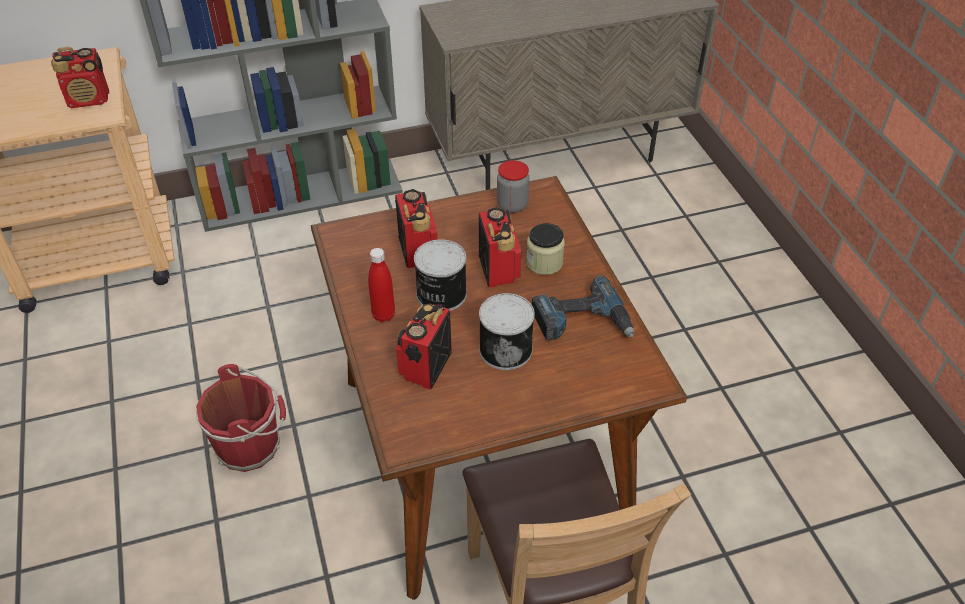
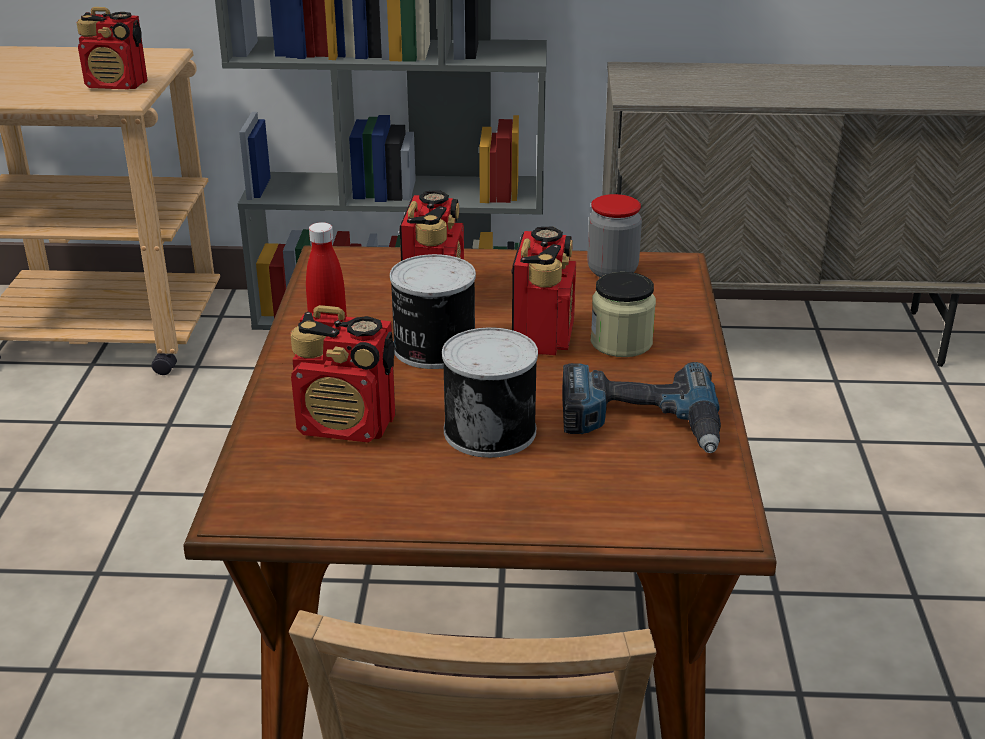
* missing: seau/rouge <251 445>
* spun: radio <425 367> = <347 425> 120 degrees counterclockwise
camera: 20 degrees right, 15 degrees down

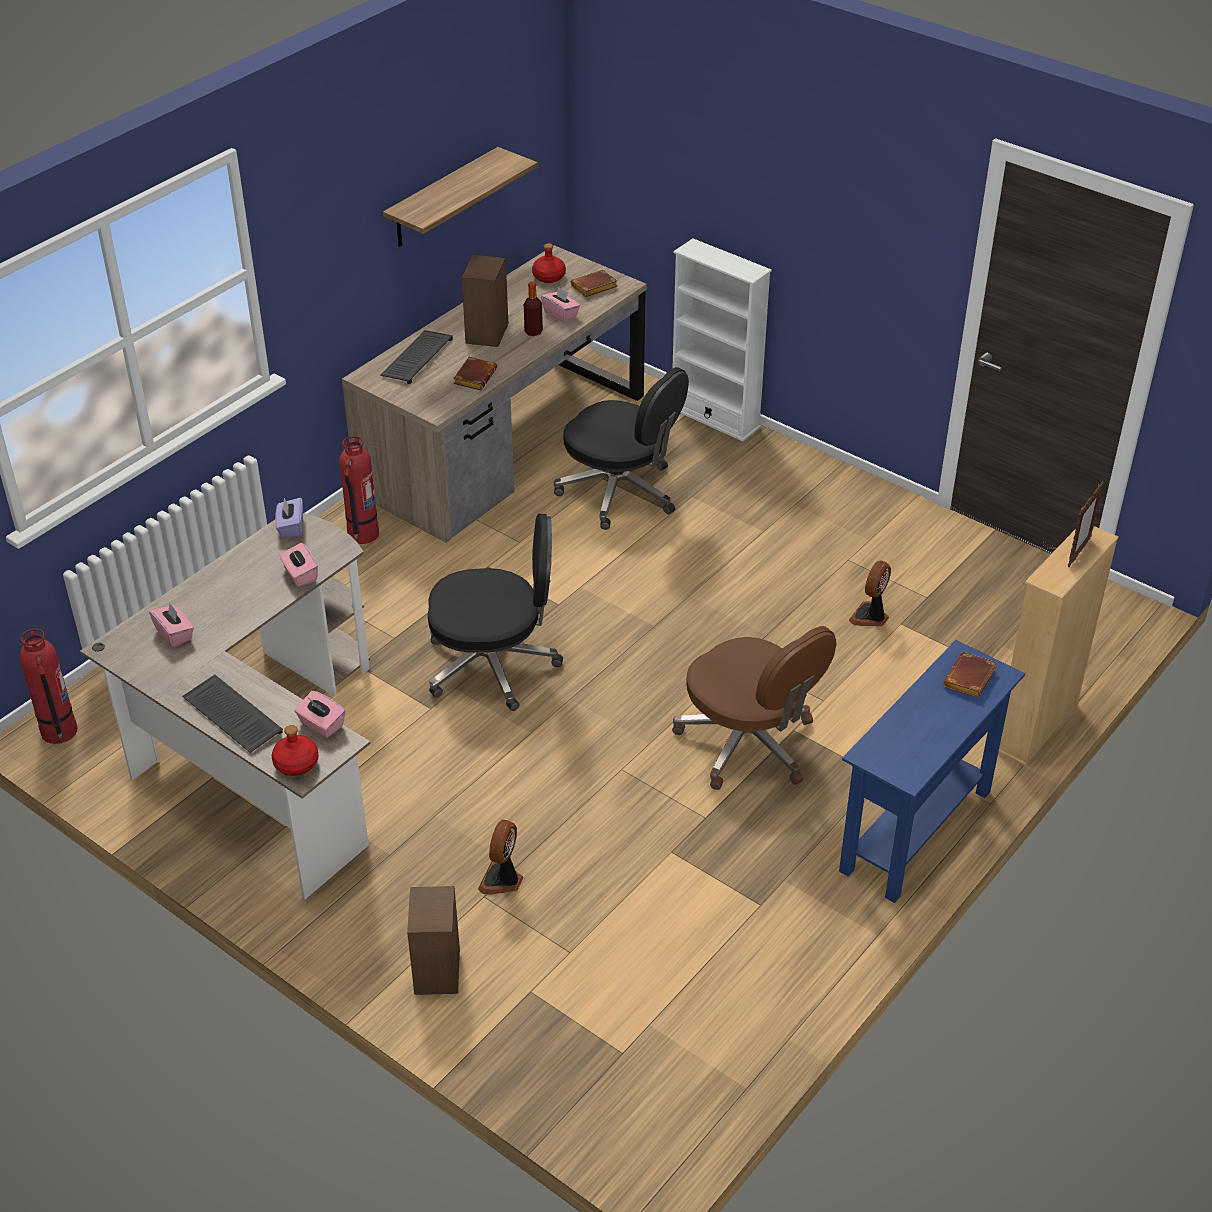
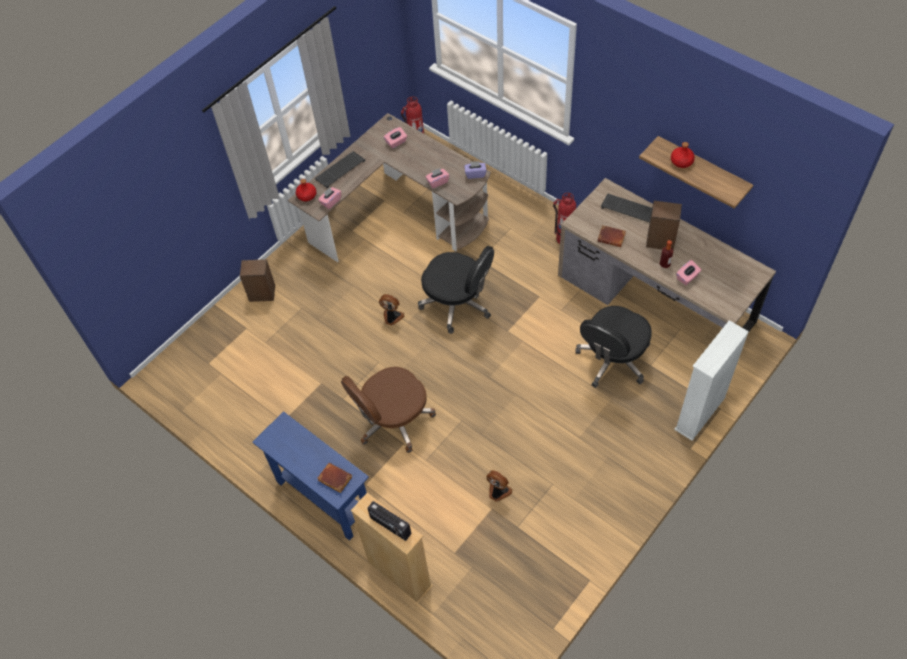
* missing: livre/marron <593 288>
* relocated: ventilateur <502 880> to <392 317>
* relocated: bouteille/rouge <548 277> to <681 161>
* exchanged: cadre photo <1078 553> to radio <390 526>
* spun: chaise de bureau/noir <494 665> = <457 303> 60 degrees counterclockwise
camera: 95 degrees right, 15 degrees up

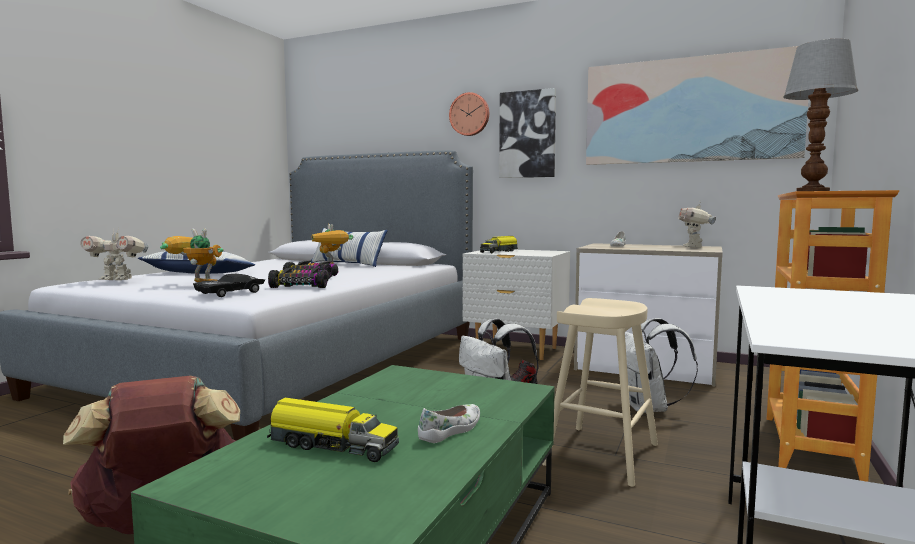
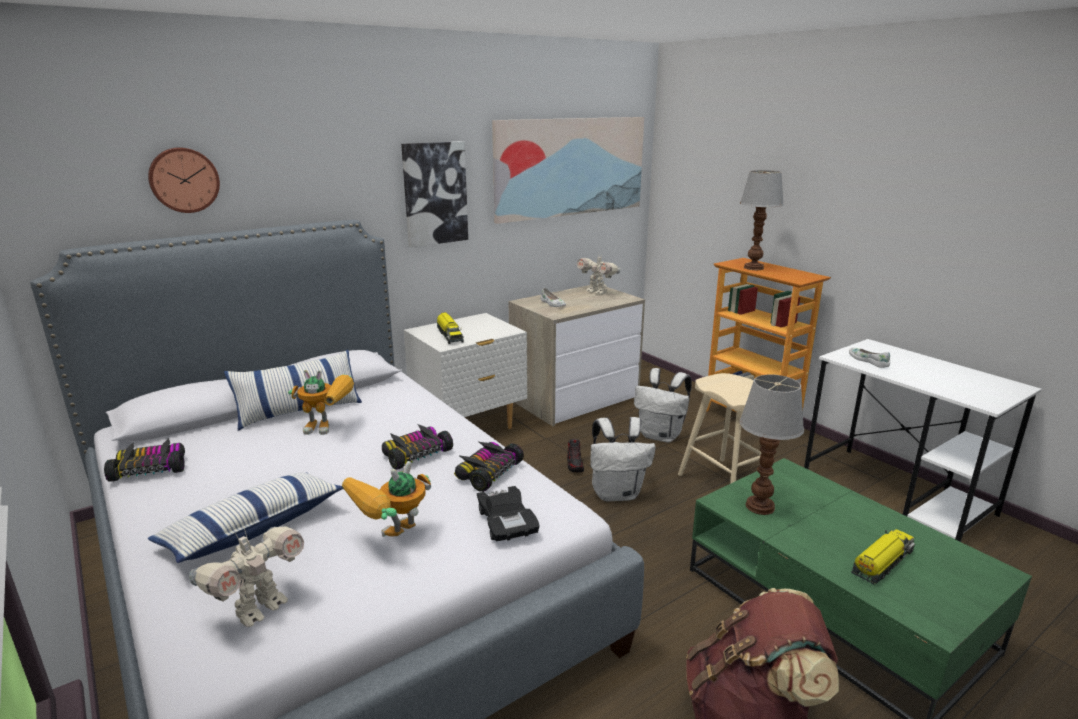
* appeared: petite voiture <150 469>
* appeared: lampe de table <759 506>
* relocated: chaussure/blanc <452 430> to <868 361>
* relocated: horloge murale <470 114> to <184 180>
camera: 60 degrees left, 15 degrees up

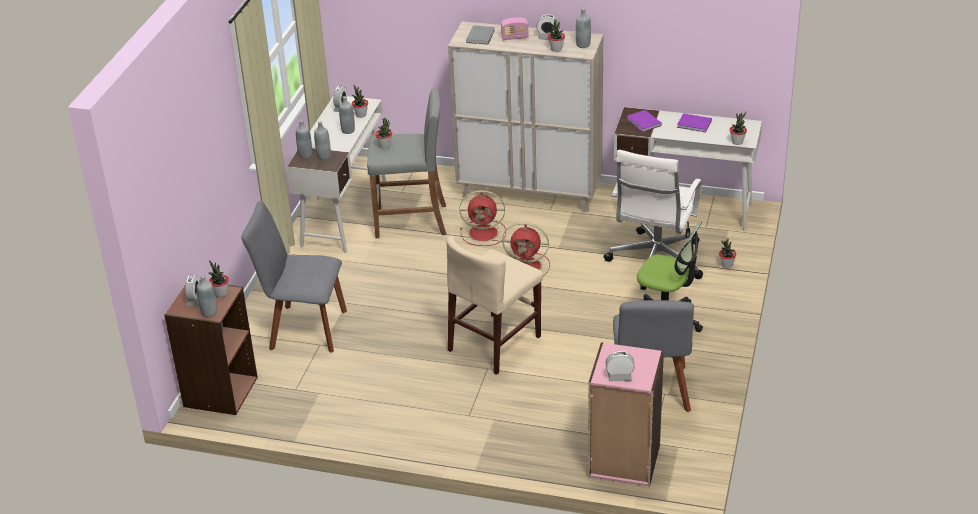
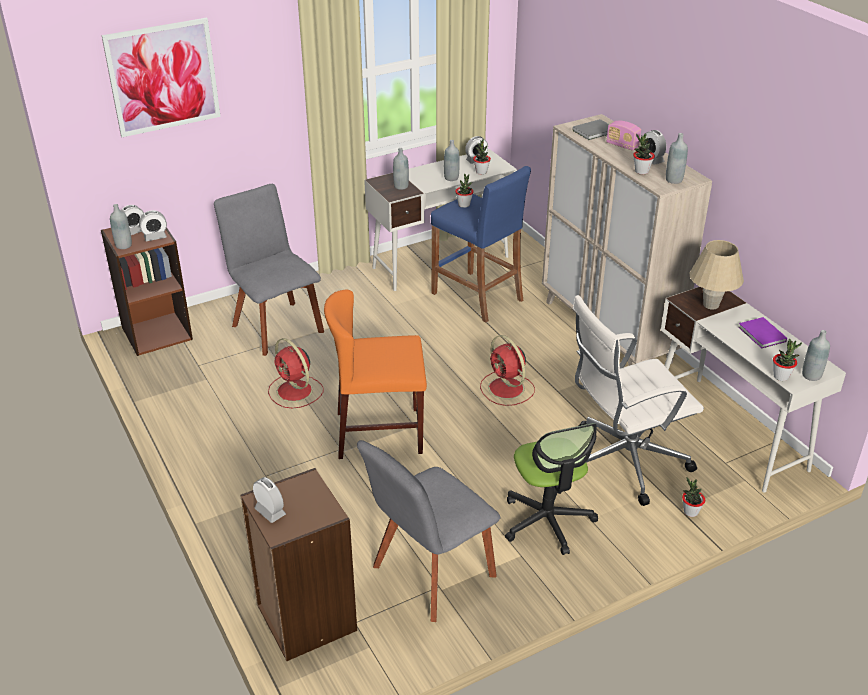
* appeared: tableau <163 77>
* relocated: bouteille/gris <305 155> to <811 375>
* relocated: ventilateur/rouge <484 233> to <295 391>
* exchanged: plante en pot <221 293> to réveil <155 237>
* exchanged: livre/violet <643 123> to lampe de table/beige <711 305>
* colour: tabouret/gris <411 221> to tabouret/bleu <477 297>
* colour: chaise/beige <494 343> to chaise/orange <379 433>
* colour: bibliothèque/rose <624 461> to bibliothèque/marron <305 618>
camera: 45 degrees right, 0 degrees up

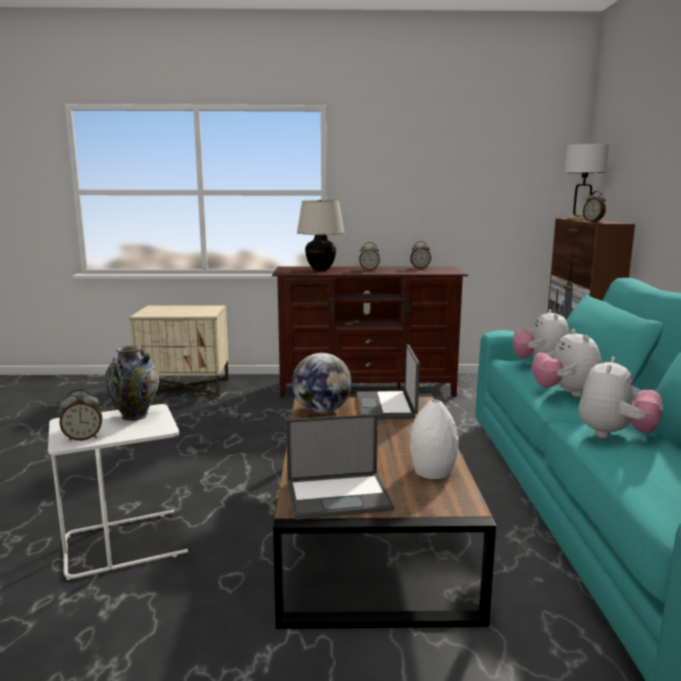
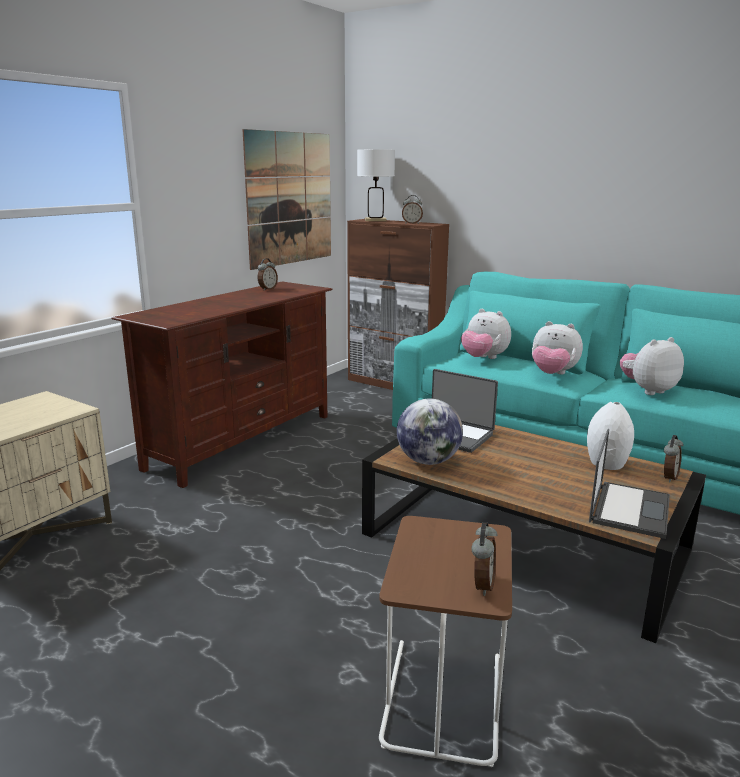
* missing: vase <135 416>
* missing: lampe de table/beige <320 269>
* appeared: tableau <290 199>
* relocated: réveil <369 269> to <668 477>
* colour: table d'appoint/blanc <126 543> to table d'appoint/marron <441 698>
* spun: peluche <614 435> = <648 390> 90 degrees counterclockwise
camera: 55 degrees left, 5 degrees up

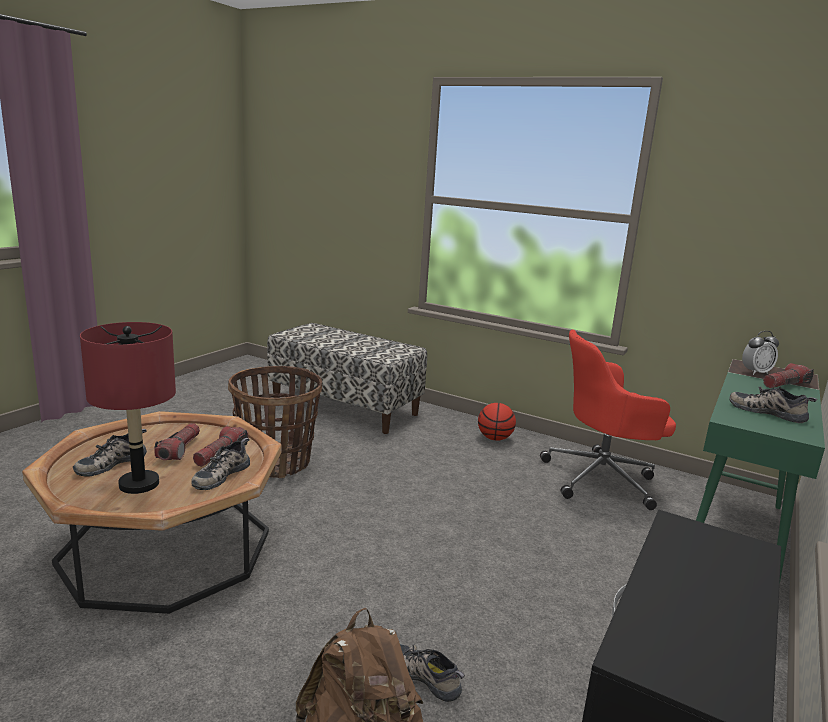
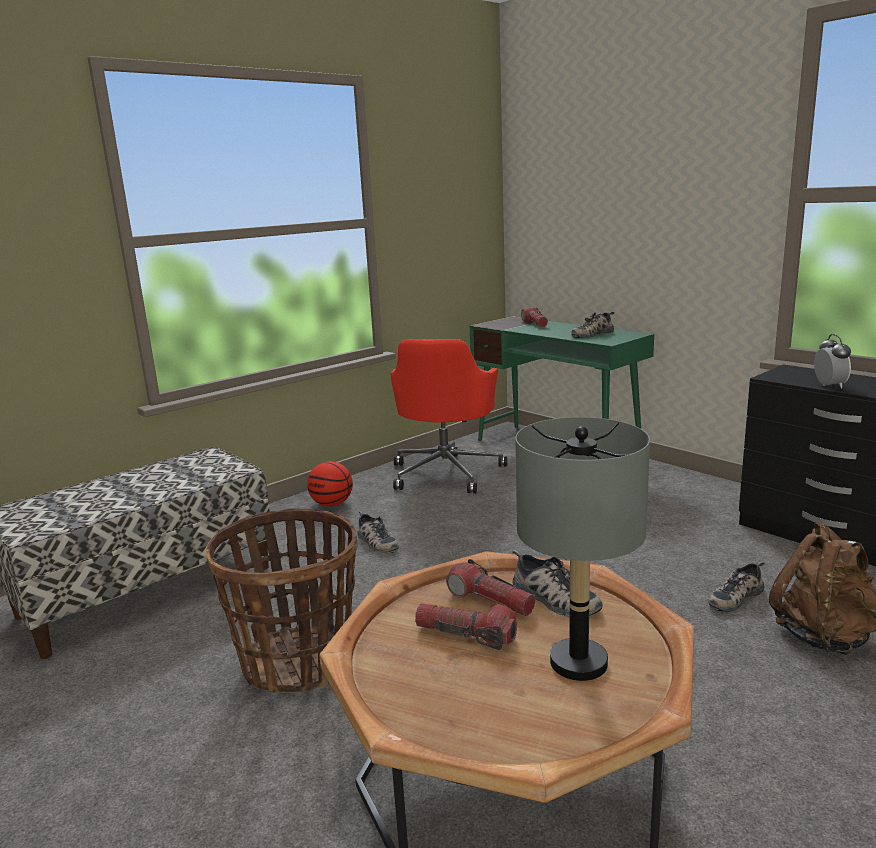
* relocated: chaussure <111 462> to <375 542>
* relocated: réveil <756 372> to <829 386>
* colour: lampe de table/rouge <139 484> to lampe de table/gris <579 662>
camera: 70 degrees left, 0 degrees up

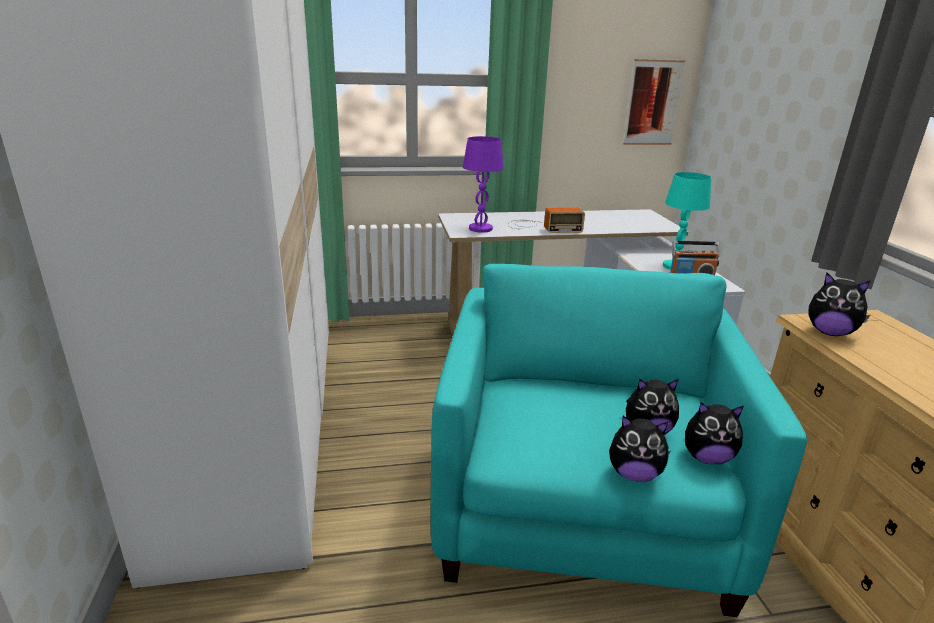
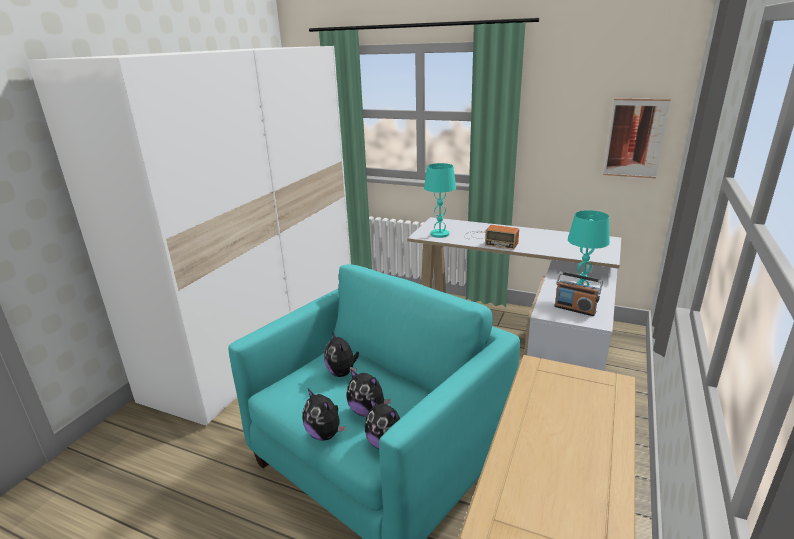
* relocated: peluche <830 332> to <342 373>
* colour: lampe de table/violet <480 228> to lampe de table/turquoise <440 234>
camera: 35 degrees right, 0 degrees up

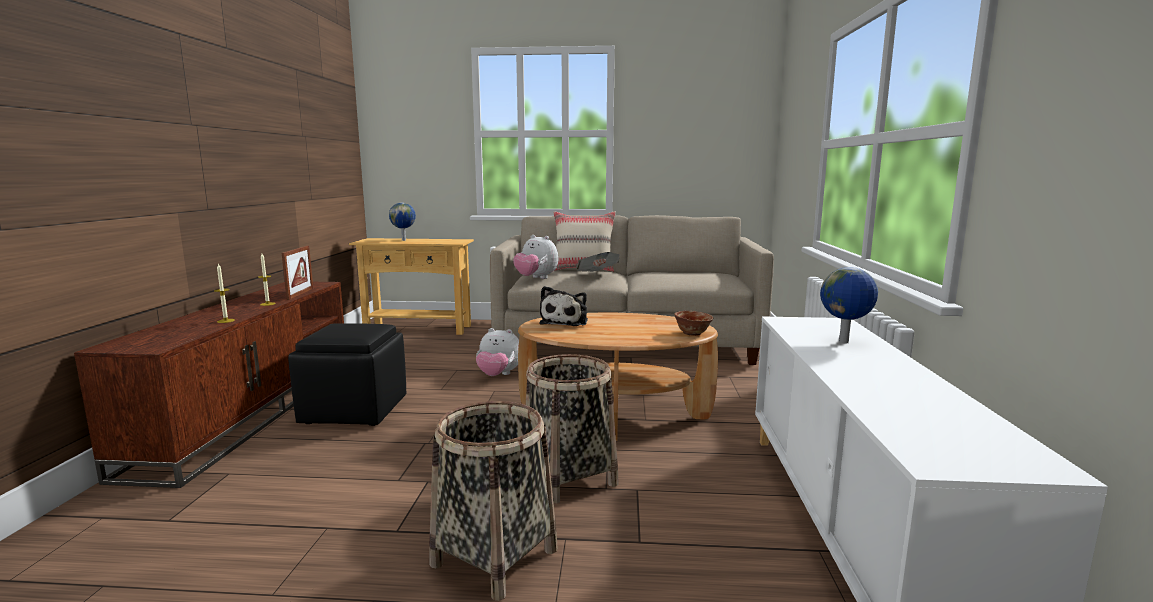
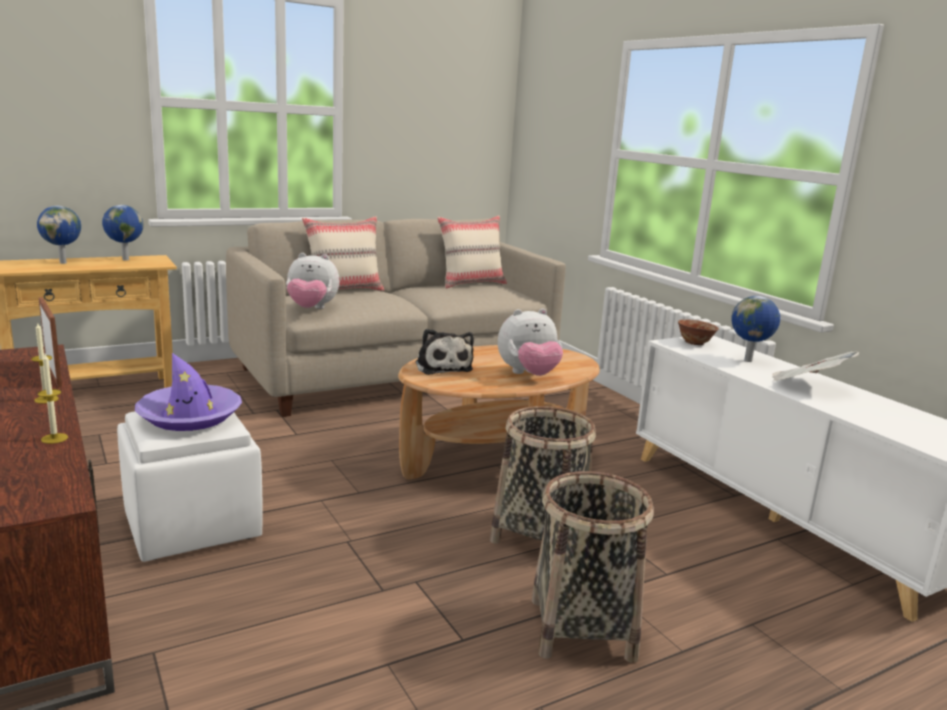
* appeared: globe <124 259>
* appeared: chapeau/violet <190 416>
* appeared: coussin/beige <471 283>
* relocated: peluche <498 375> to <528 375>
* relocated: journal <597 275> to <807 386>
* relocated: bol <692 333> to <694 343>
* colour: pouf/noir <353 411> to pouf/blanc <191 526>
camera: 35 degrees left, 5 degrees up

